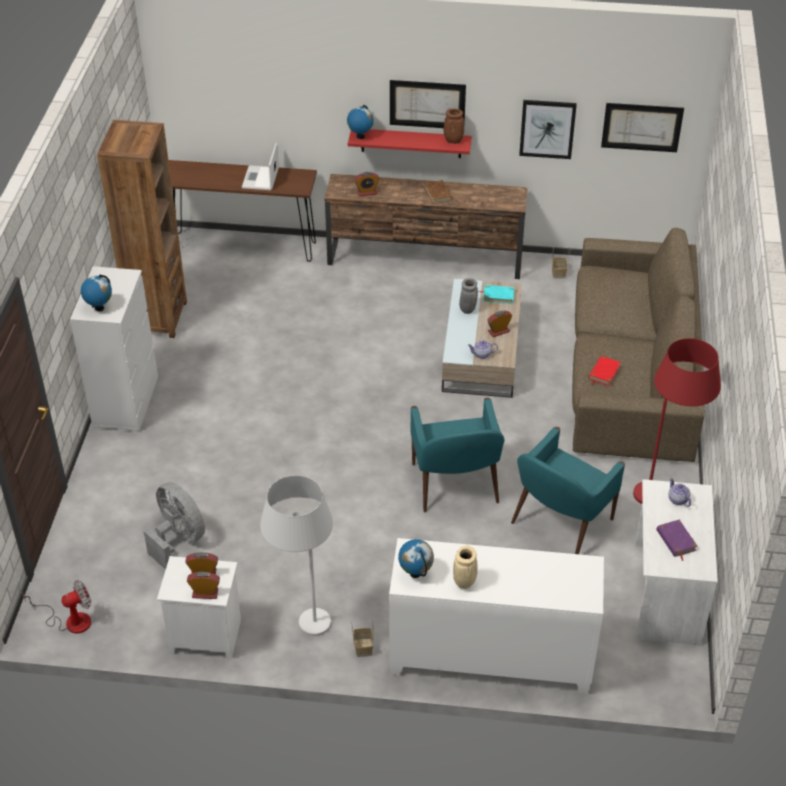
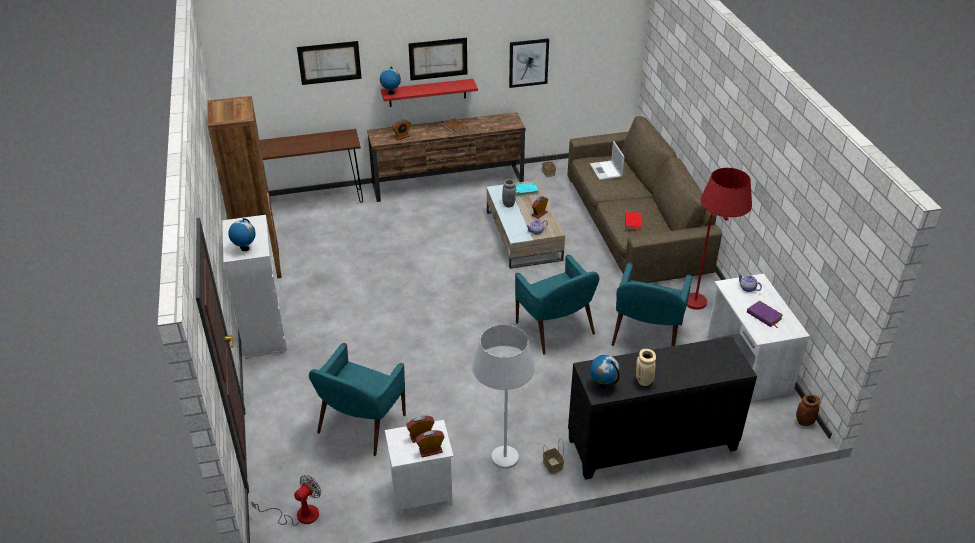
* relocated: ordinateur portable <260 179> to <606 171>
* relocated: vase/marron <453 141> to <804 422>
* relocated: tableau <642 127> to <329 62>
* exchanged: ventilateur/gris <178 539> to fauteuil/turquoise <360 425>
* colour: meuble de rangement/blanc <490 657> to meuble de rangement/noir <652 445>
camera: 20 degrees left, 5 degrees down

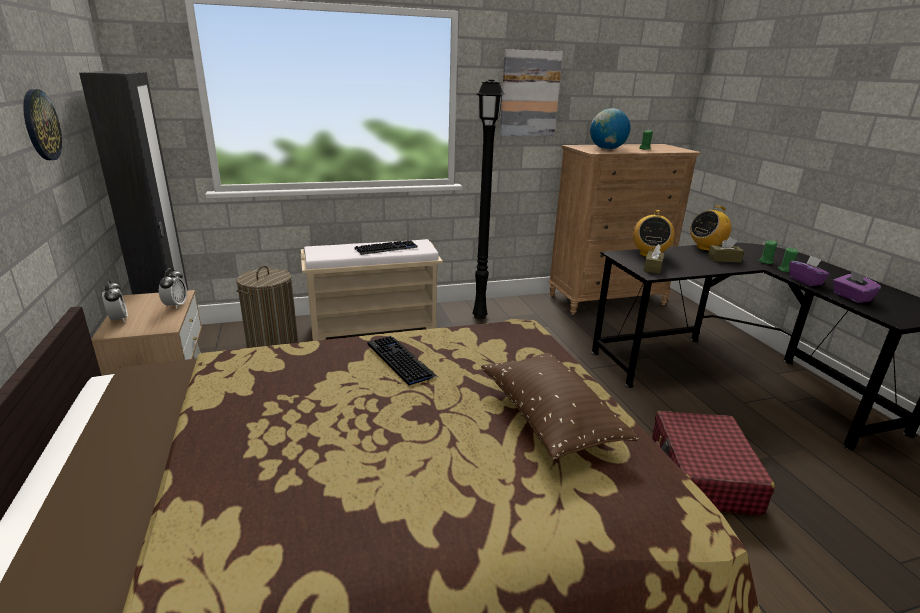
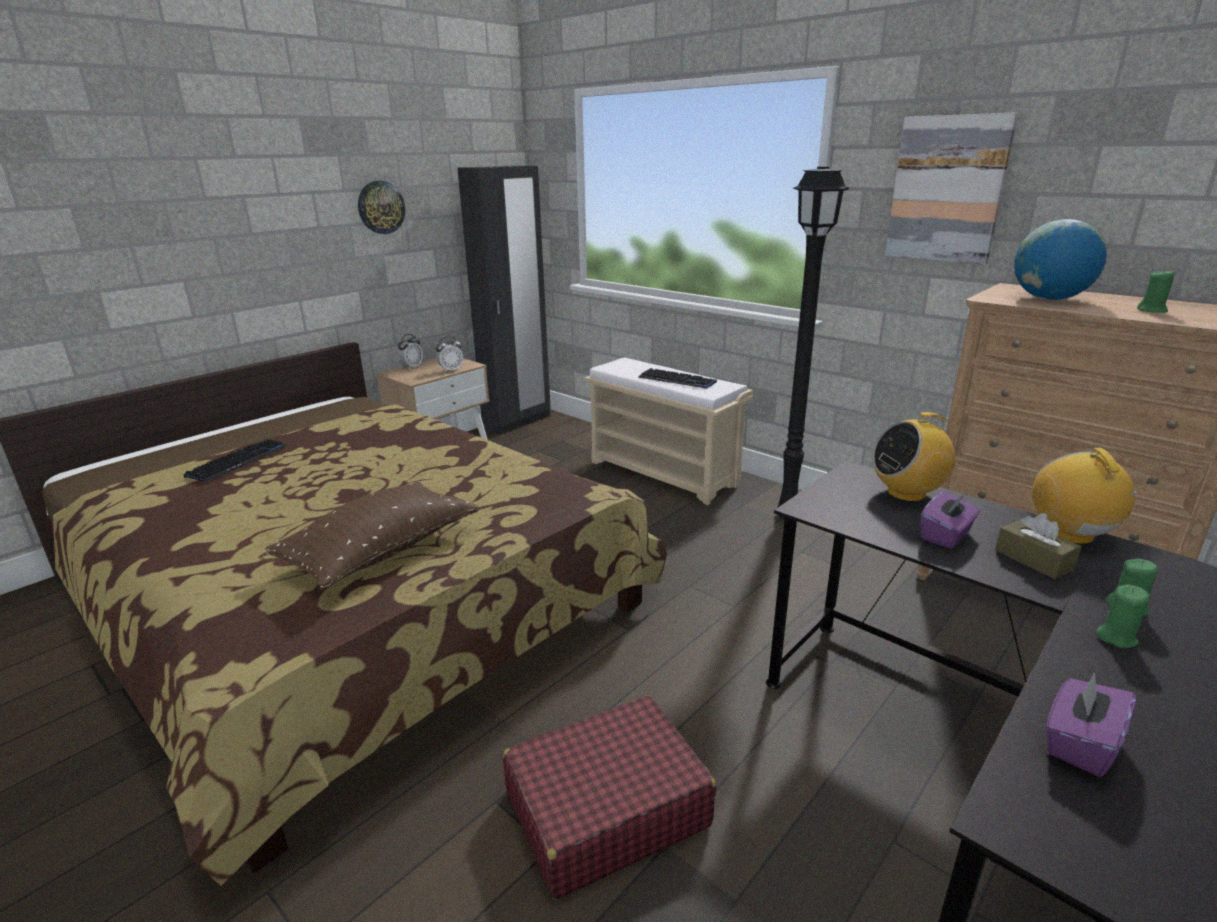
* missing: panier à linge <272 343>
* missing: boîte à mouchoirs/marron <652 268>
* relocated: clavier <400 361> to <238 461>
* relocated: boîte à mouchoirs/violet <805 281> to <946 535>
* spun: radio <706 248> = <1070 535> 60 degrees clockwise
camera: 60 degrees right, 0 degrees up

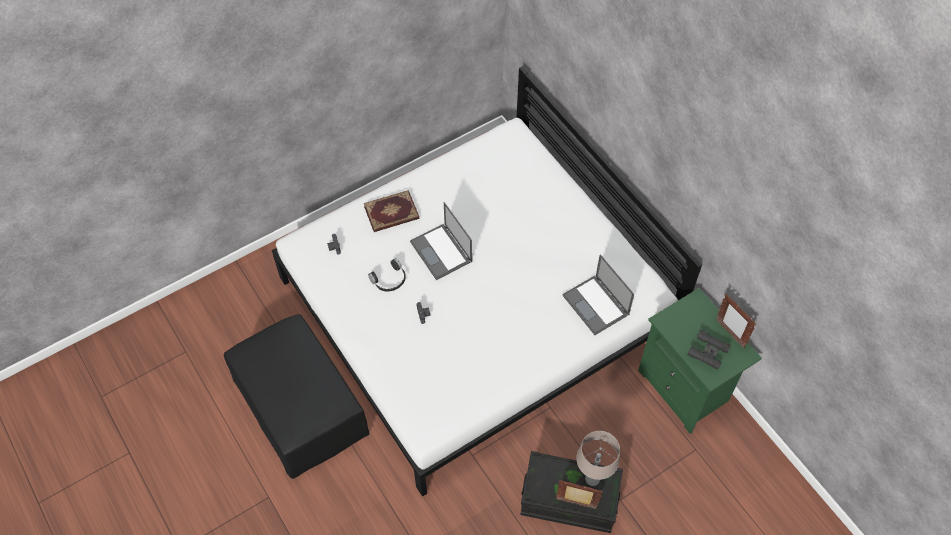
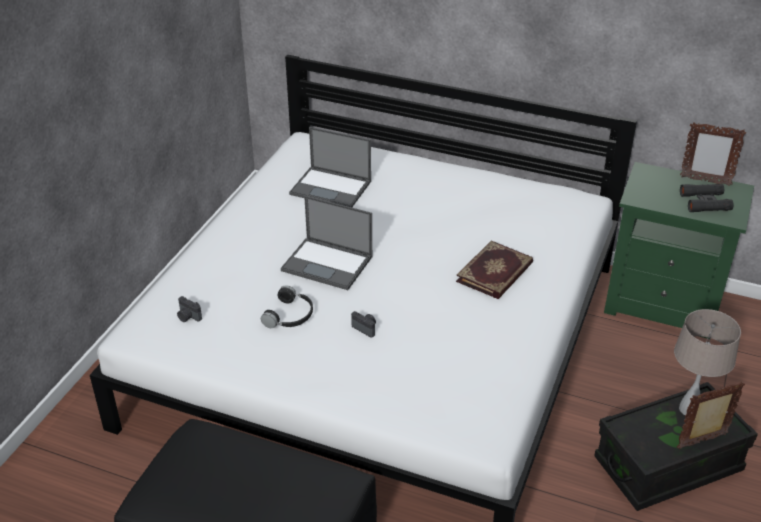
* relocated: livre <391 213> to <495 273>
* relocated: ordinateur portable <596 305> to <332 188>
camera: 35 degrees left, 20 degrees down

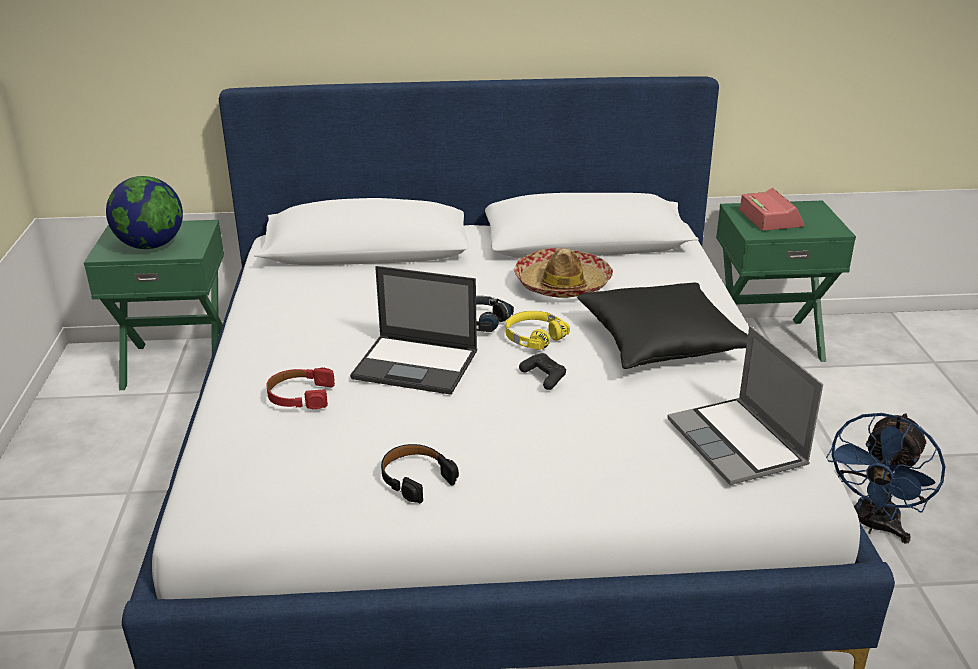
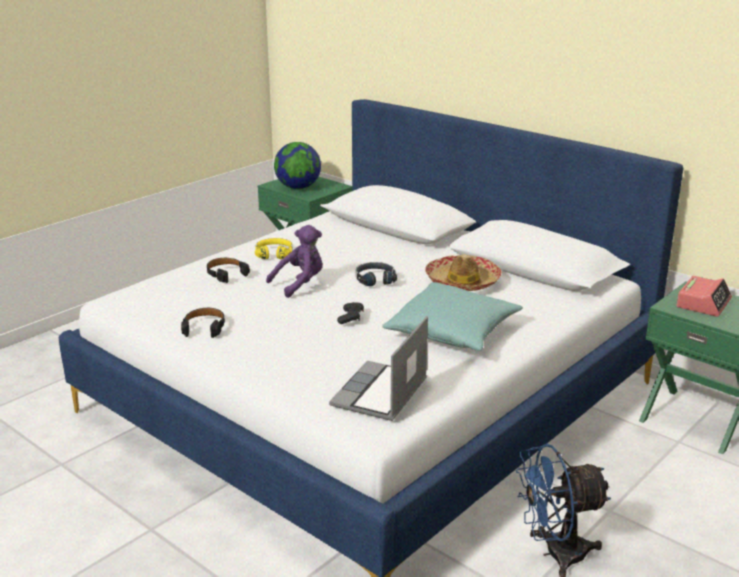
* relocated: casque audio/jaune <533 337> to <274 254>
* exchanged: ordinateur portable <417 365> to peluche/violet <300 284>
* colour: casque audio/rouge <300 396> to casque audio/noir <226 274>
* colour: coussin/noir <661 343> to coussin/turquoise <453 332>
camera: 45 degrees right, 5 degrees down

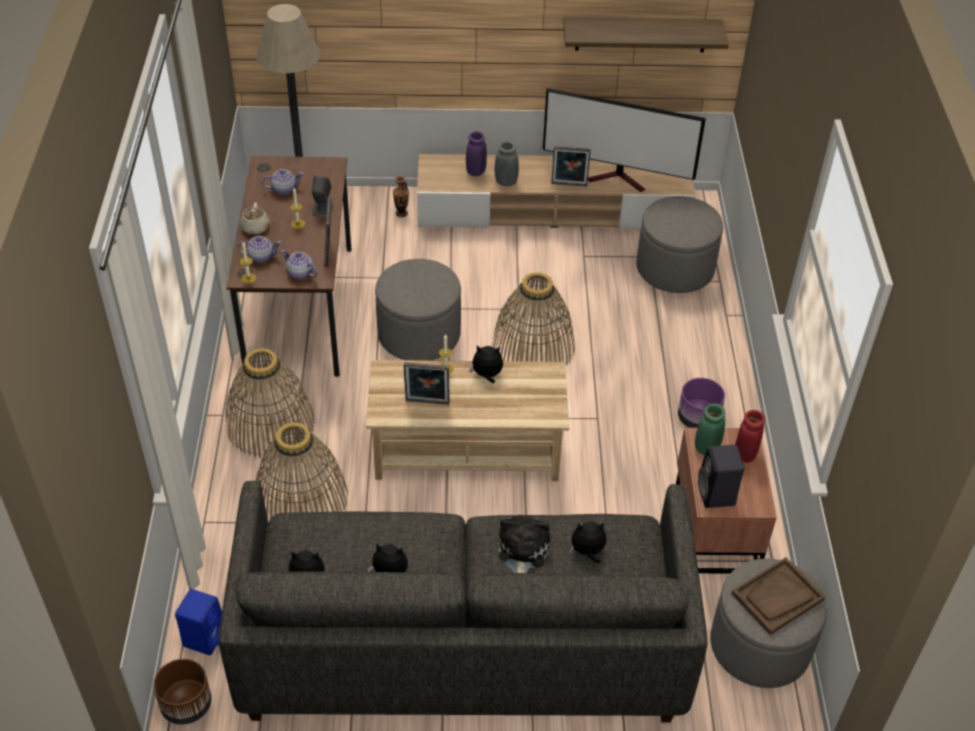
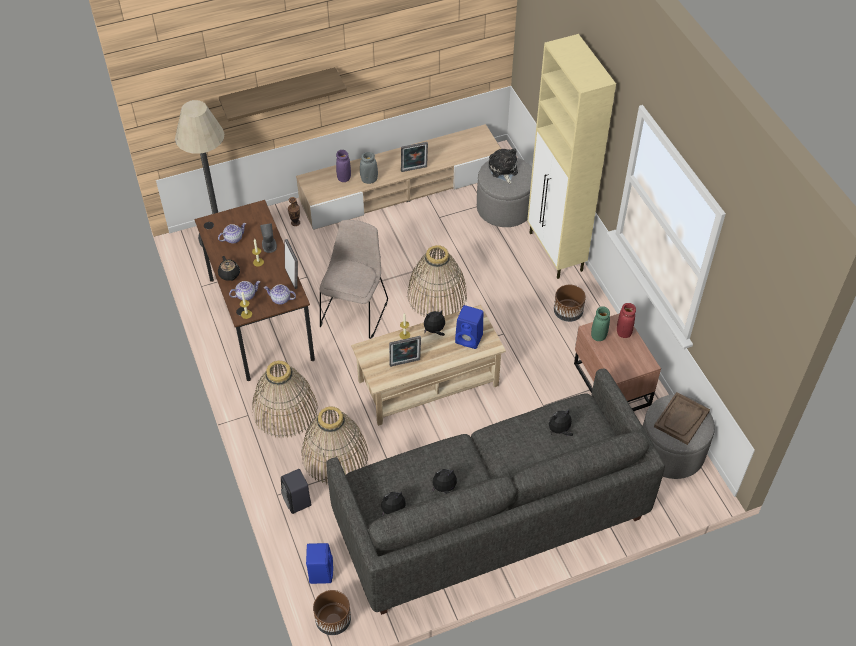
* missing: téléviseur <619 179>
* appeared: enceinte/bleu <470 339>
* appeared: meuble de rangement/beige <556 252>
* relocated: peluche <522 551> to <503 170>
* relocated: étagère <641 34> to <279 92>
* relocated: enceinte/noir <717 495> to <298 501>
* exchanged: pouf/gris <419 334> to chaise/beige <354 311>
* colour: théière/beige <255 228> to théière/noir <229 275>
* colour: cache-pot/violet <698 418> to cache-pot/marron <568 312>
camera: 20 degrees left, 5 degrees up

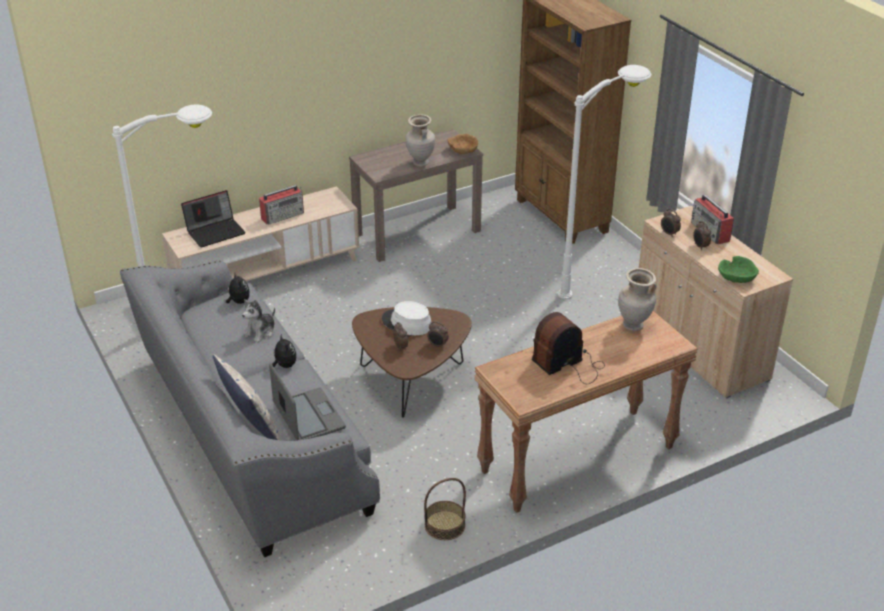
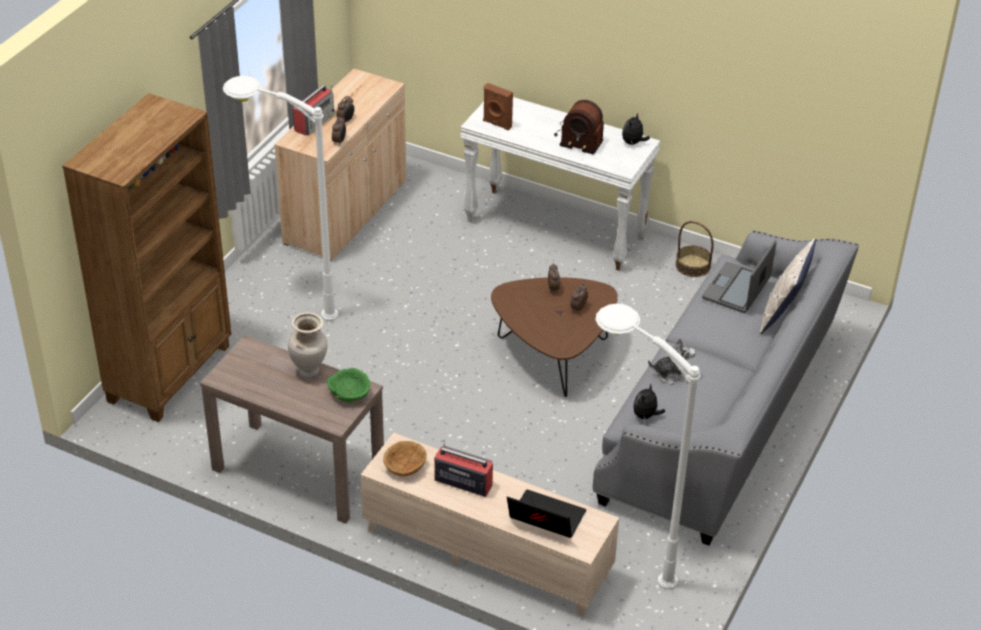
* missing: chapeau/blanc <406 323>
* relocated: peluche <284 365> to <633 143>
* relocated: bol/marron <463 150> to <405 467>
* relocated: bol/vert <737 278> to <349 393>
* exchanged: vase/beige <633 326> to enceinte/marron <496 124>
* colour: table console/marron <578 460> to table console/blanc <556 229>
camera: 125 degrees left, 5 degrees up

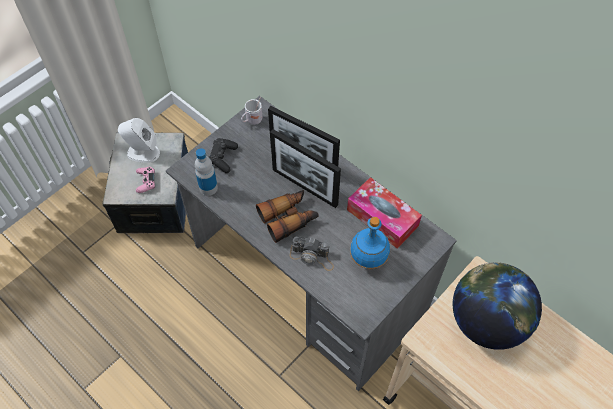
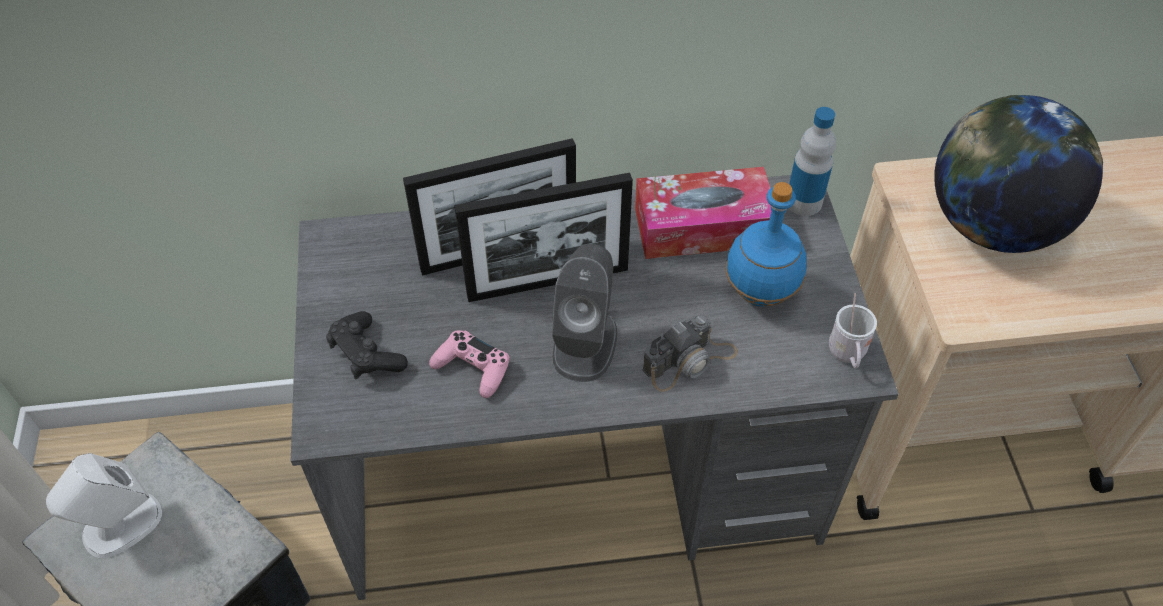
* relocated: manette/rose <146 181> to <472 368>
* relocated: bouteille <208 188> to <803 202>
* relocated: mug/blanc <252 121> to <847 355>
* exchanged: jumelles <288 218> to enceinte/gris <585 343>
camera: 50 degrees left, 5 degrees down

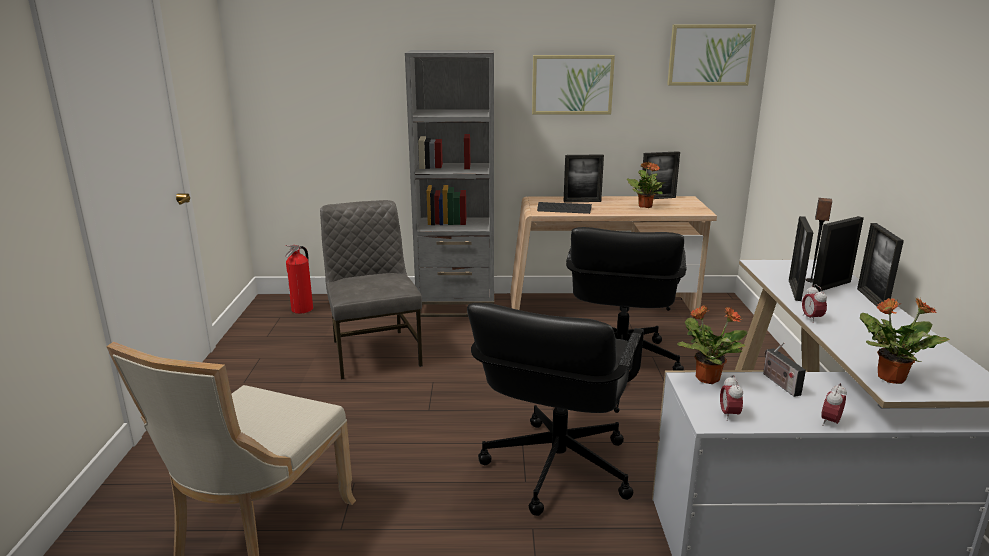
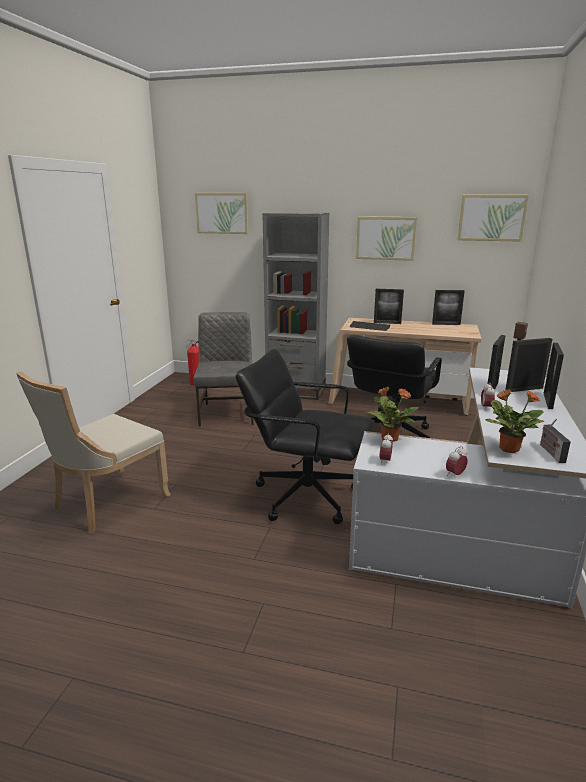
* missing: plante en pot <645 206>
* appeared: tableau <222 213>
* relocated: radio <779 383> to <550 452>
* spun: chaise de bureau/noir <556 468> = <306 495> 75 degrees clockwise
camera: 15 degrees right, 0 degrees up

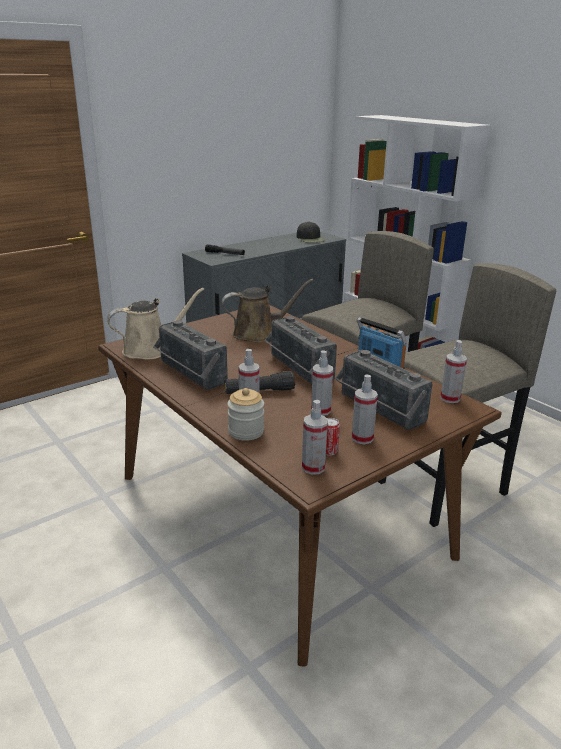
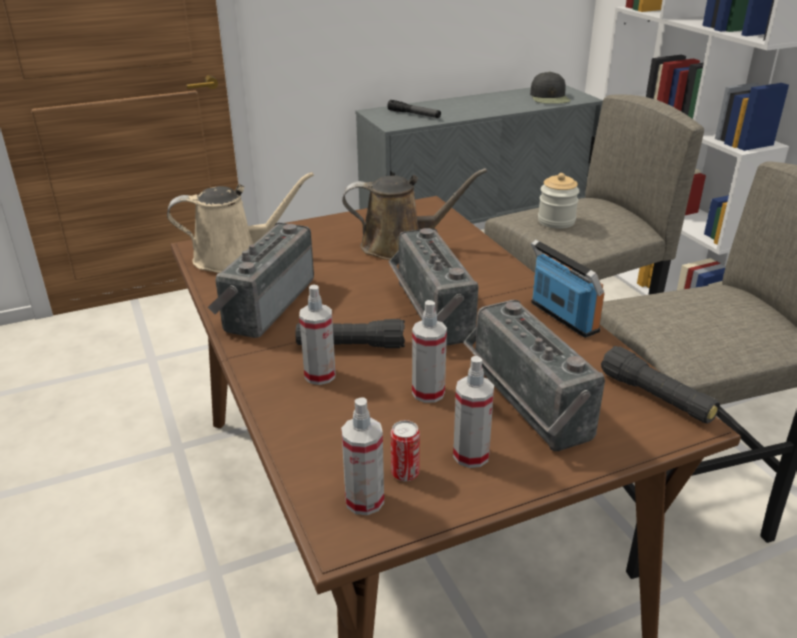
* relocated: bocal <246 431> to <556 221>
* exchanged: vaporisateur <450 398> to lampe de poche/noir <656 397>
* spun: radio <189 374> = <265 303> 45 degrees clockwise
camera: 15 degrees right, 5 degrees up

